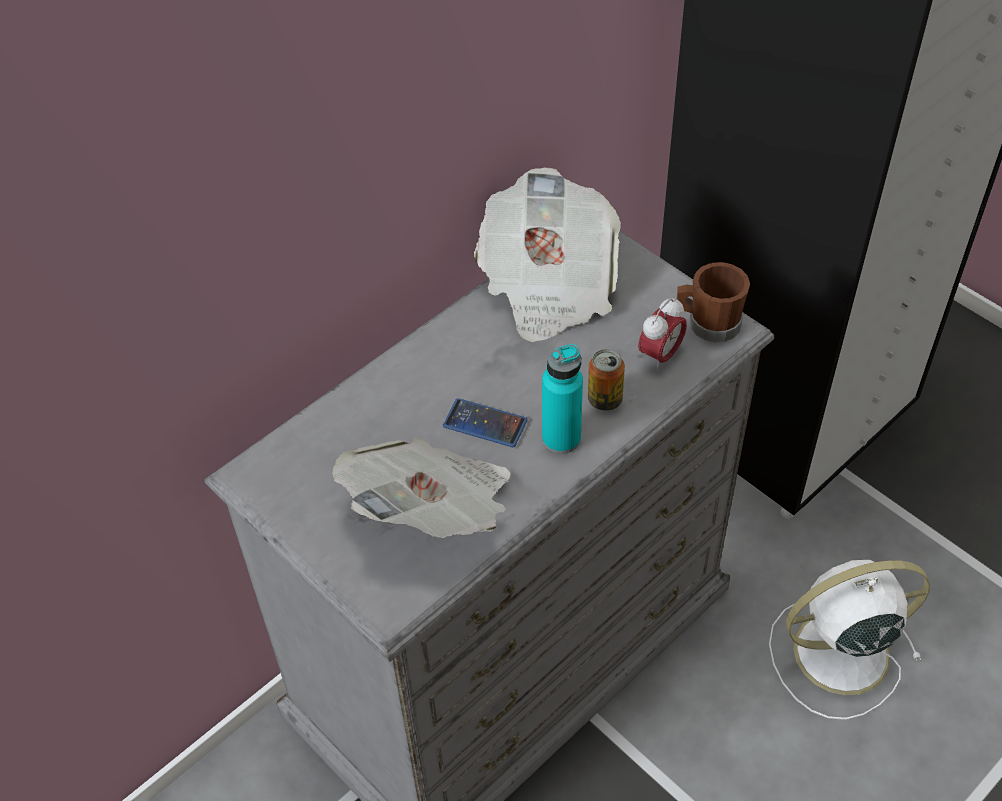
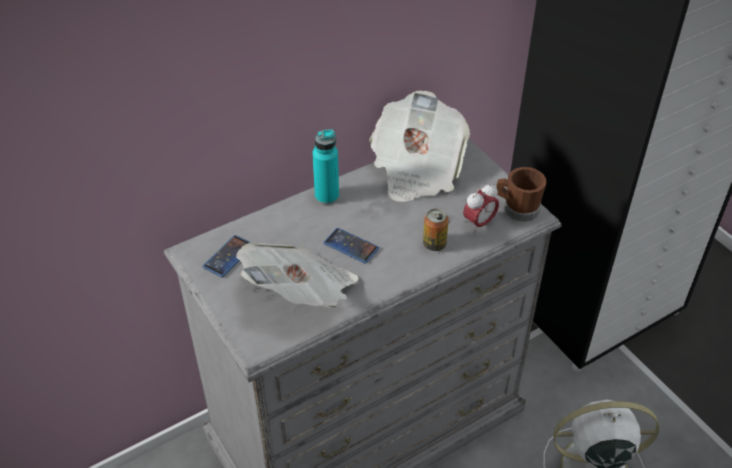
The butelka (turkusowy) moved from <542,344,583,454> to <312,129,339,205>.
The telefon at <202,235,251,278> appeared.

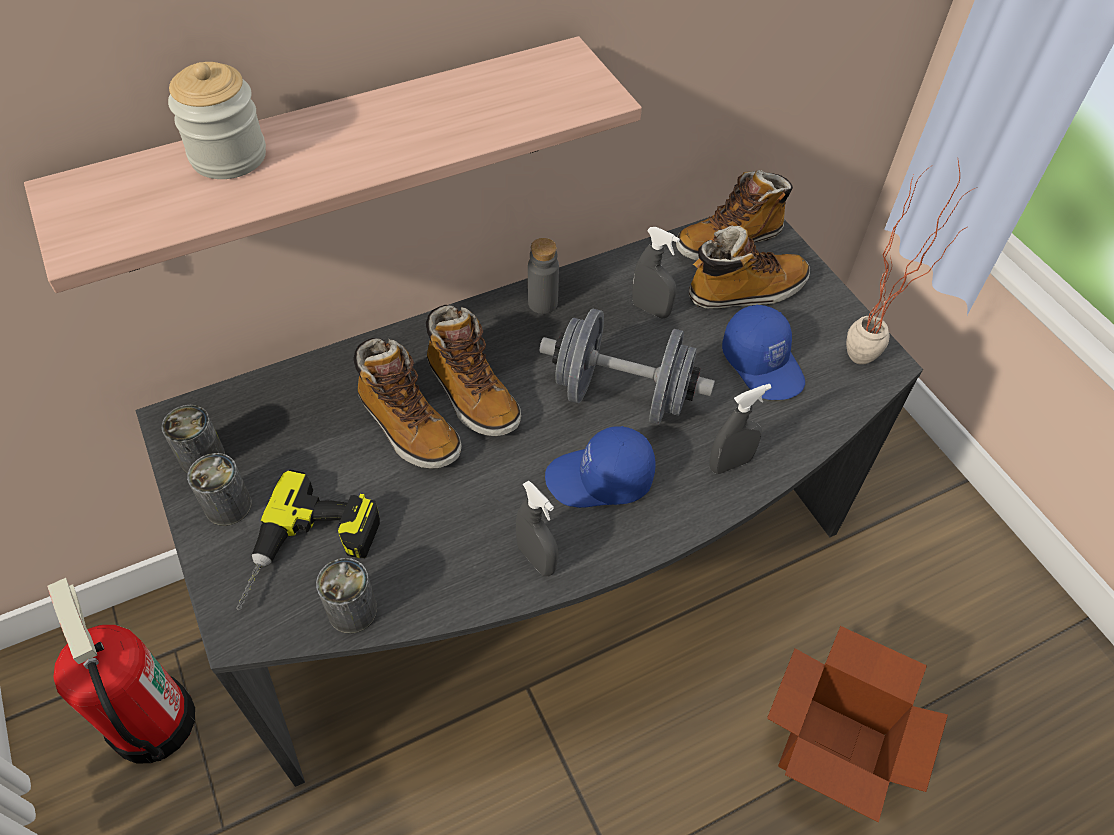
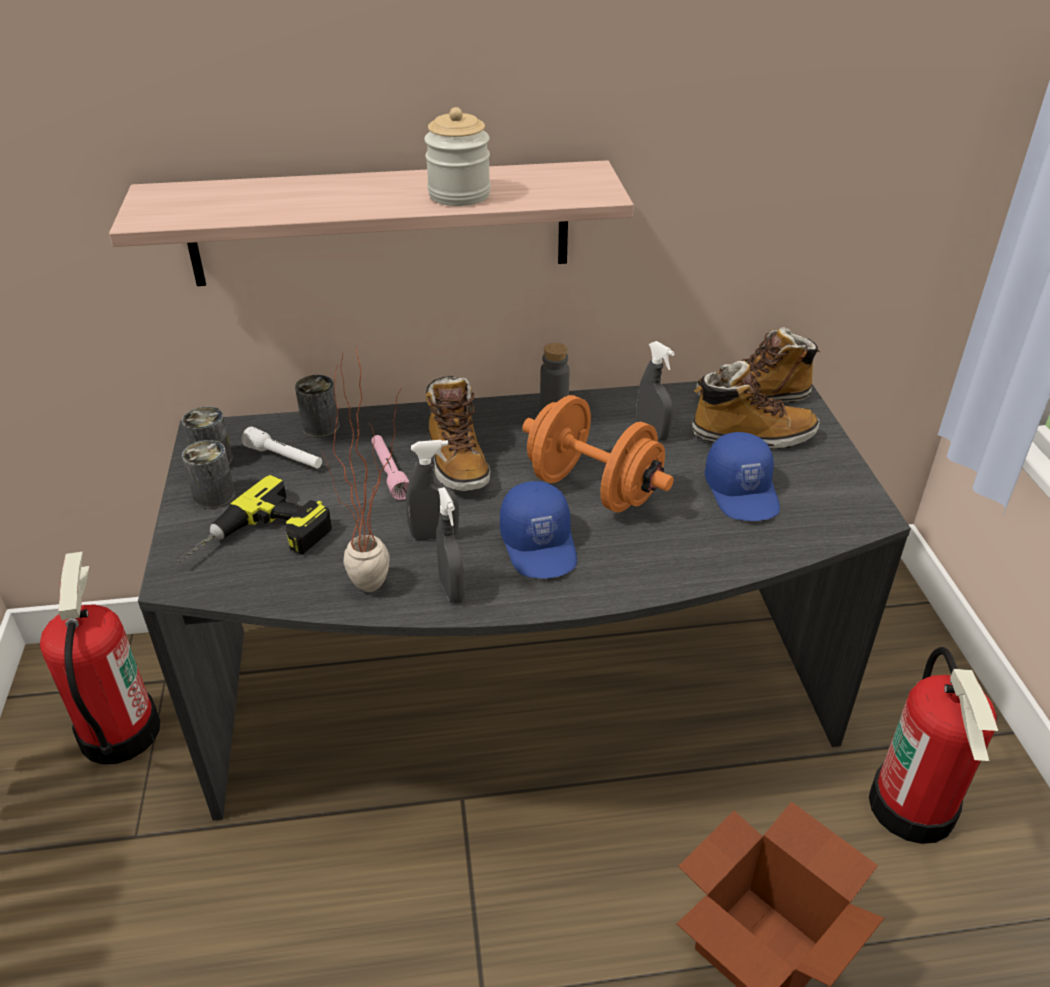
The słoik moved from <168,62,266,179> to <424,107,491,206>.
The roślina doniczkowa moved from <846,161,975,365> to <322,344,402,592>.
The hantel (szary) at <540,308,715,424> became the hantel (pomarańczowy) at <522,395,674,512>.
The but z cholewką at <353,338,461,468> was replaced by the latarka (różowy) at <371,435,409,500>.
The spryskiwacz (szary) moved from <709,384,771,474> to <406,440,459,540>.
The czapka z daszkiem (niebieski) at <545,426,656,508> turned 120 degrees counterclockwise.
The puszka moved from <316,558,377,634> to <295,375,339,437>.
The latarka (biały) at <242,427,322,469> appeared.
The gaśnica at <869,647,998,844> appeared.

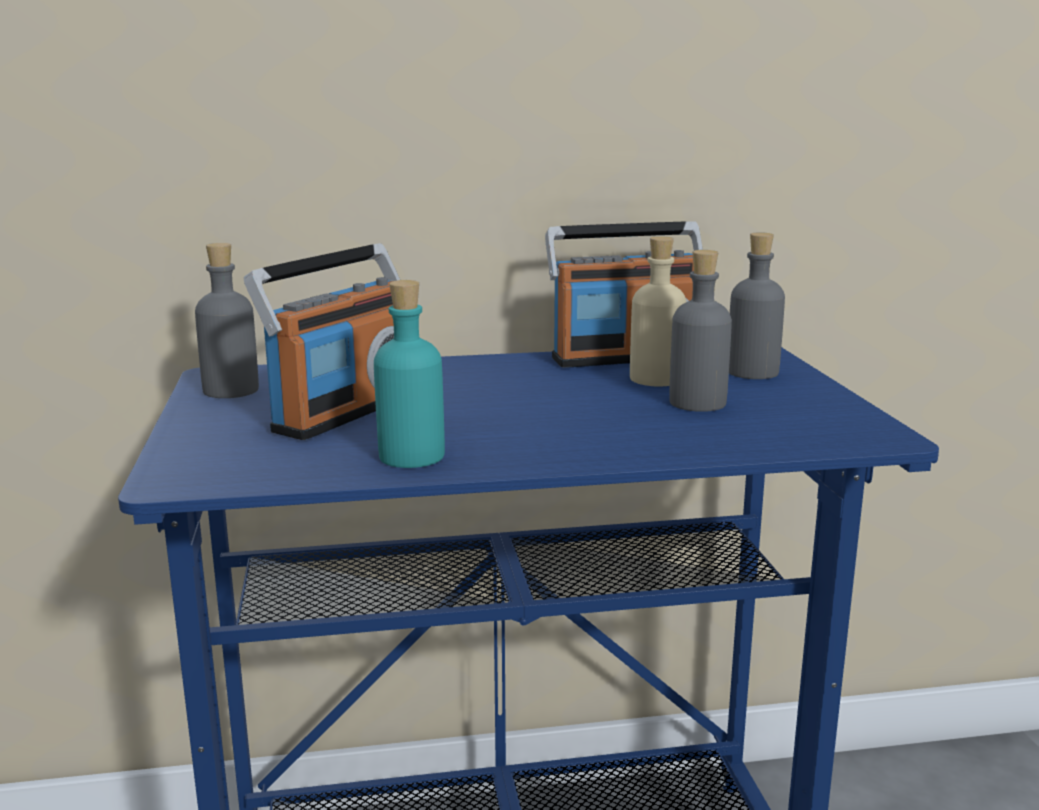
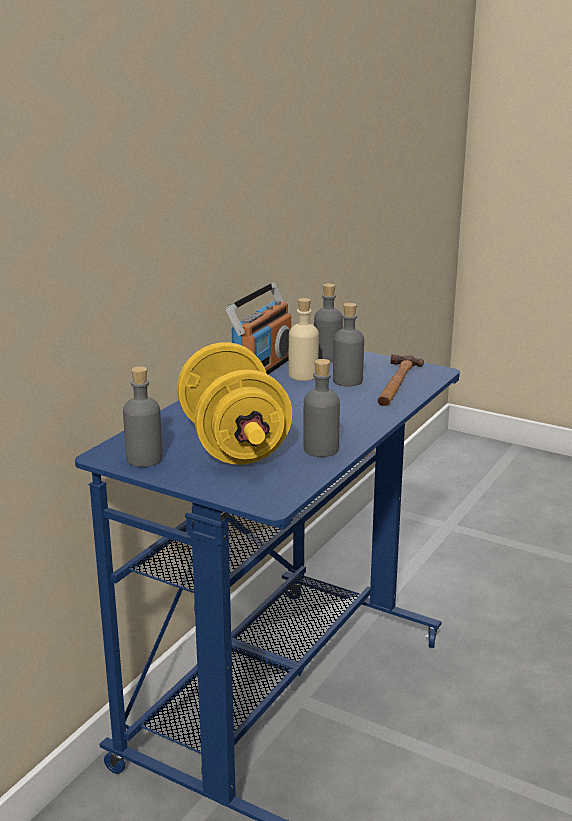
The radio at <244,243,400,440> was replaced by the hantel (żółty) at <177,342,292,465>.
The butelka (turkusowy) at <374,280,445,468> became the butelka (szary) at <303,359,340,457>.
The młotek at <377,354,424,406> appeared.

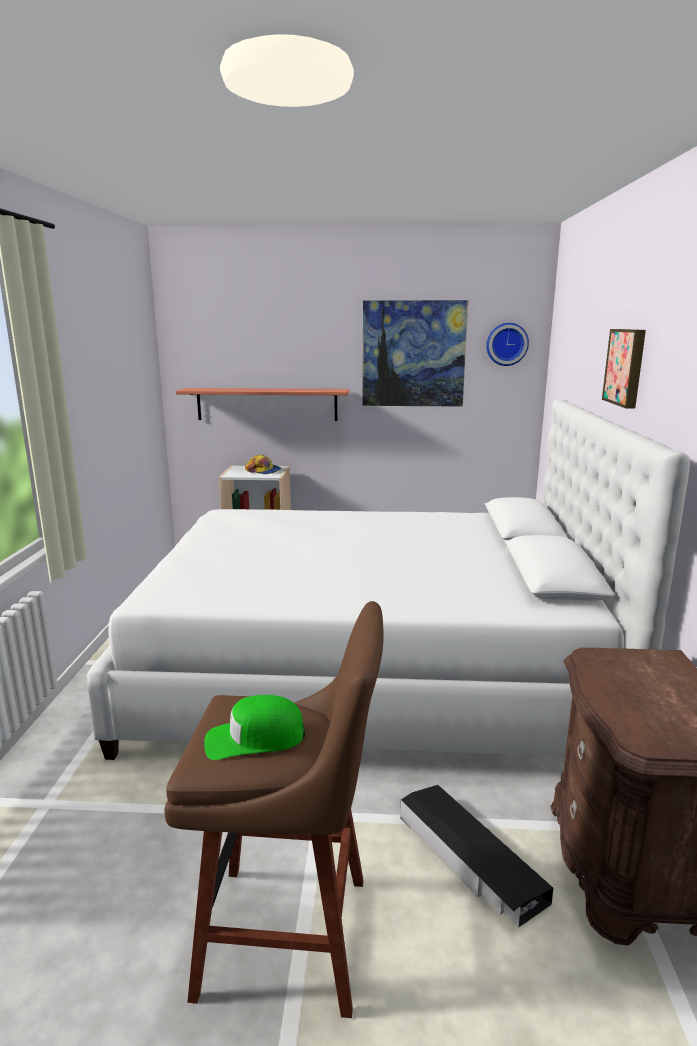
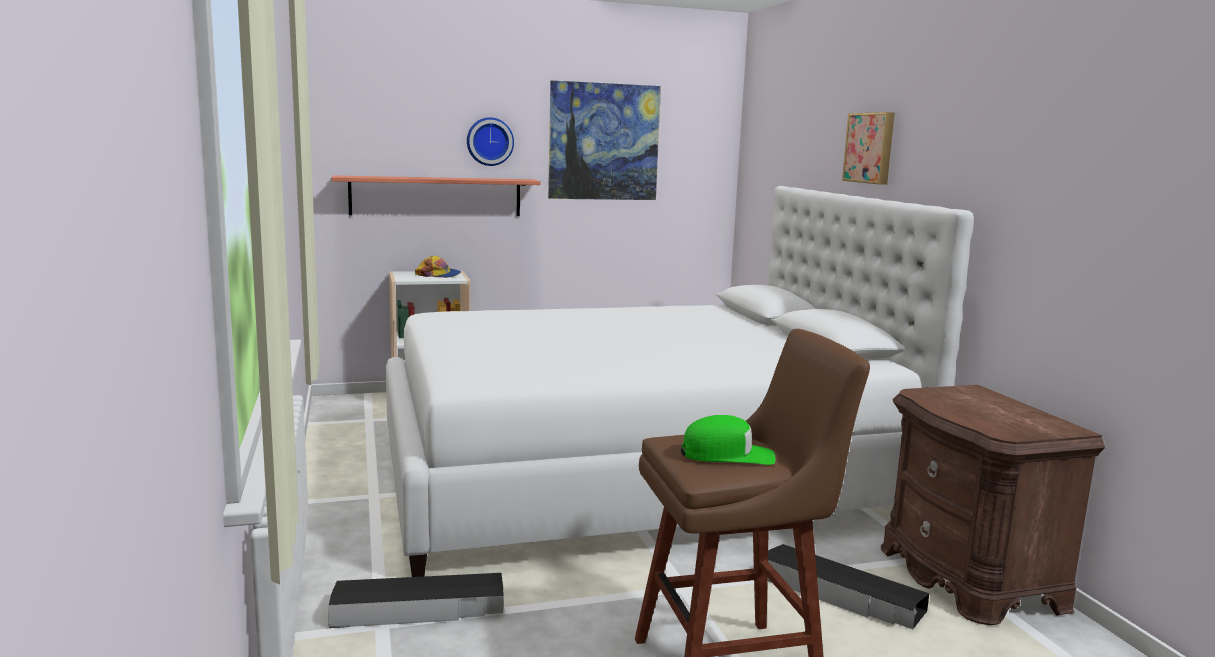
The zegar ścienny moved from <486,323,529,366> to <467,117,514,166>.
The czapka z daszkiem (zielony) at <204,695,305,760> turned 150 degrees counterclockwise.
The pojemnik do przechowywania (czarny) at <328,573,504,628> appeared.

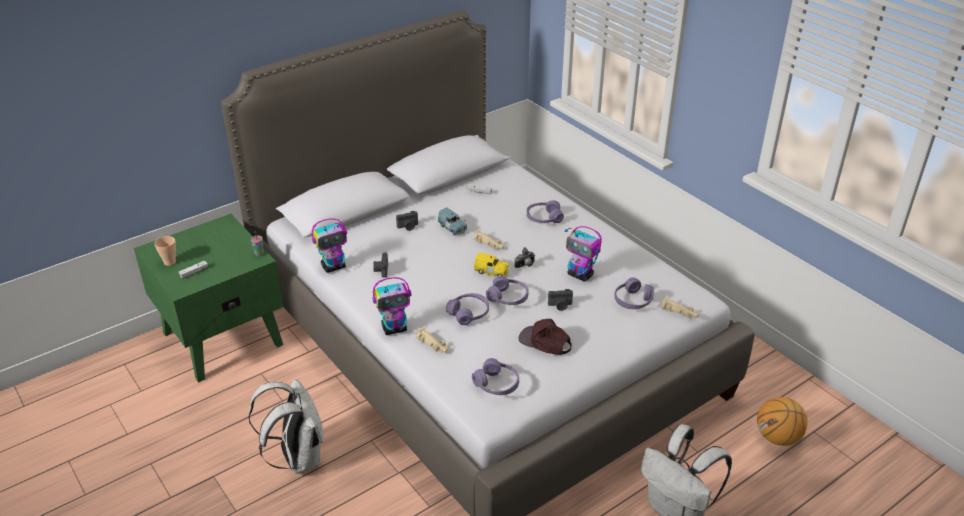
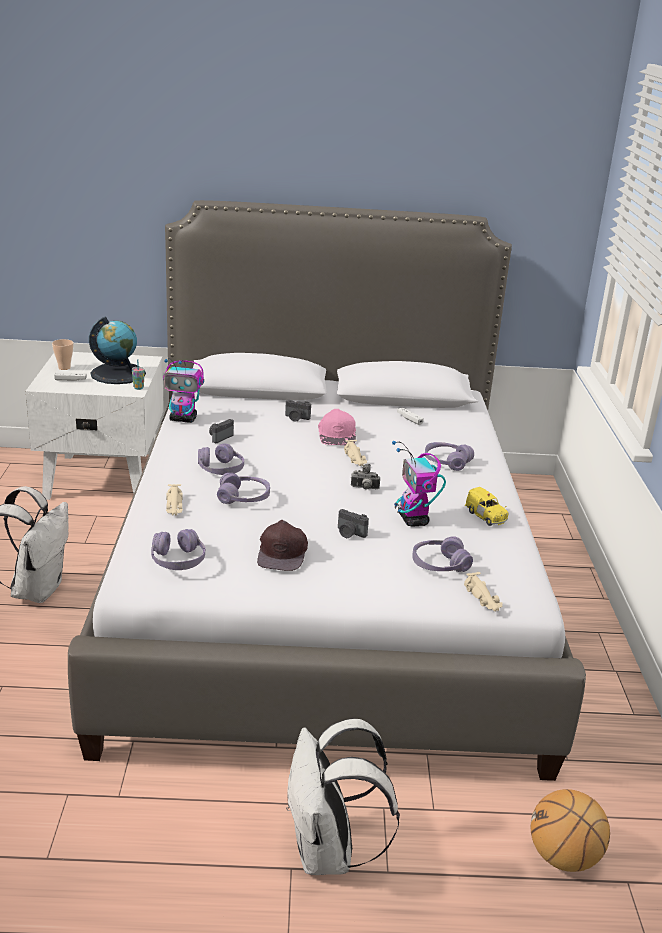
The samochodzik (niebieski) at <438,208,467,236> was replaced by the czapka z daszkiem (różowy) at <318,409,356,445>.
The szafka nocna (zielony) at <134,214,283,383> became the szafka nocna (biały) at <25,352,164,500>.
The samochodzik (żółty) moved from <474,253,509,277> to <465,487,509,526>.
The słuchawki (fioletowy) moved from <486,276,529,305> to <198,443,244,475>.
The robot zabawkowy at <373,277,411,335> disappeared.
The czapka z daszkiem (brązowy) at <518,319,572,355> turned 150 degrees counterclockwise.
The globus at <89,316,146,384> appeared.

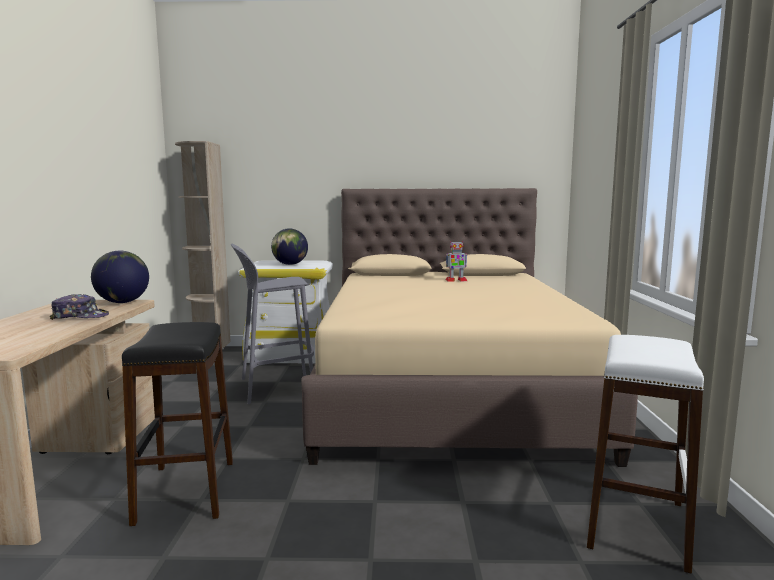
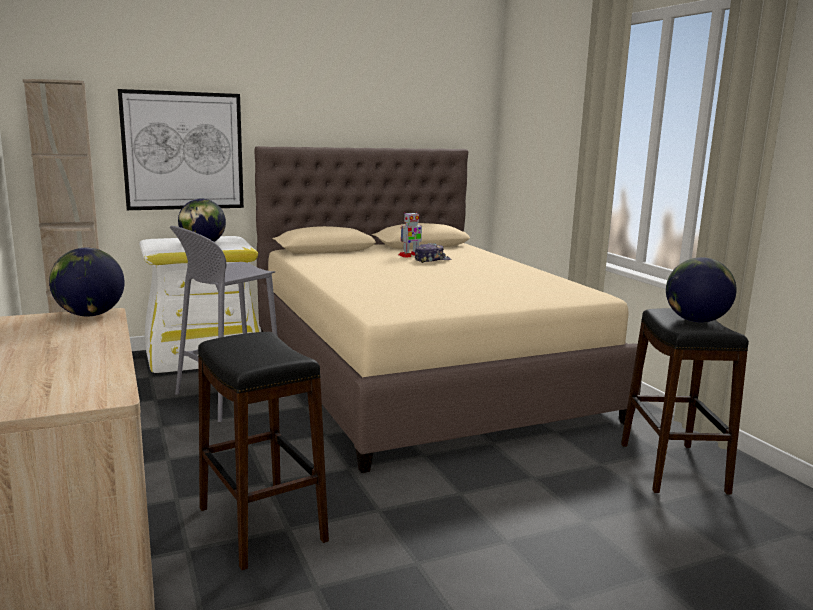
The czapka z daszkiem moved from <50,294,109,320> to <415,243,451,263>.
The stołek (biały) at <587,335,704,574> became the stołek (czarny) at <621,308,749,495>.
The obraz at <118,89,244,210> appeared.
The globus at <666,257,737,323> appeared.

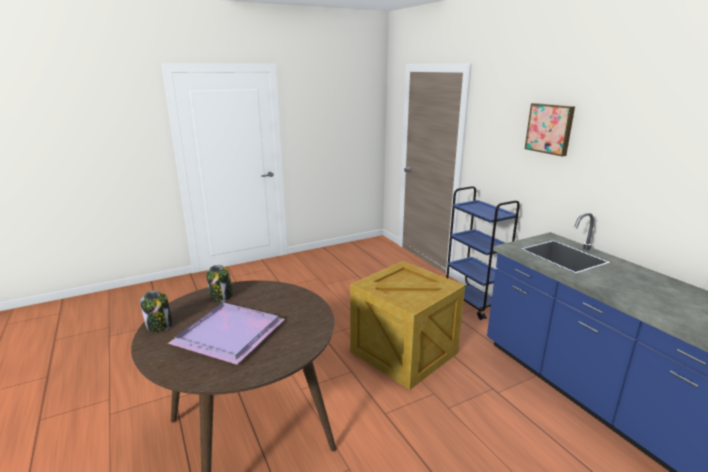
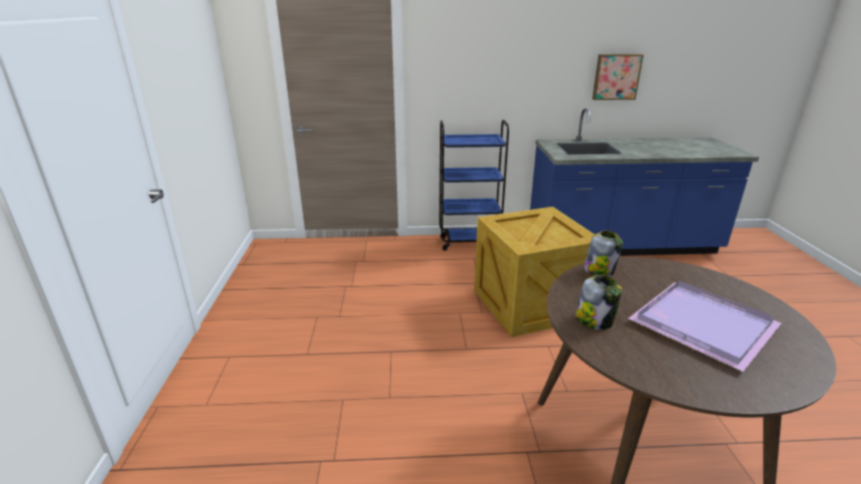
The obraz moved from <525,103,575,156> to <592,54,644,100>.
The słoik moved from <140,290,173,332> to <584,231,623,276>.

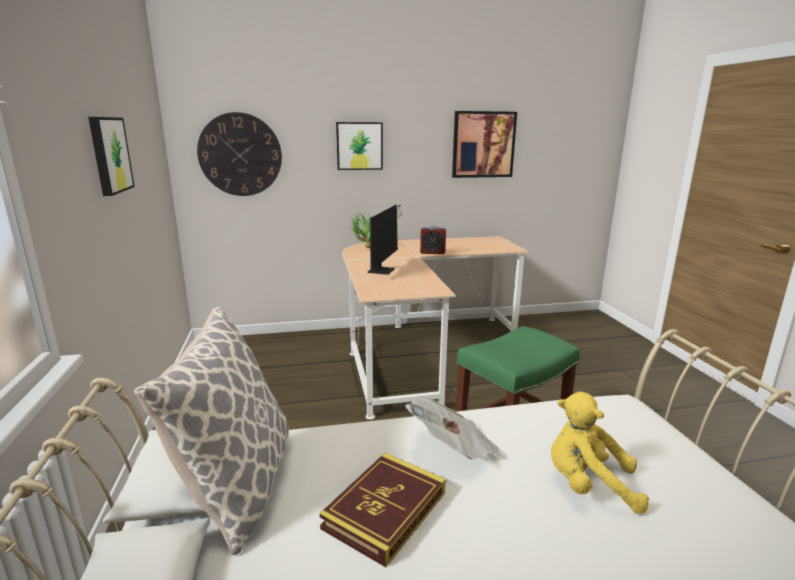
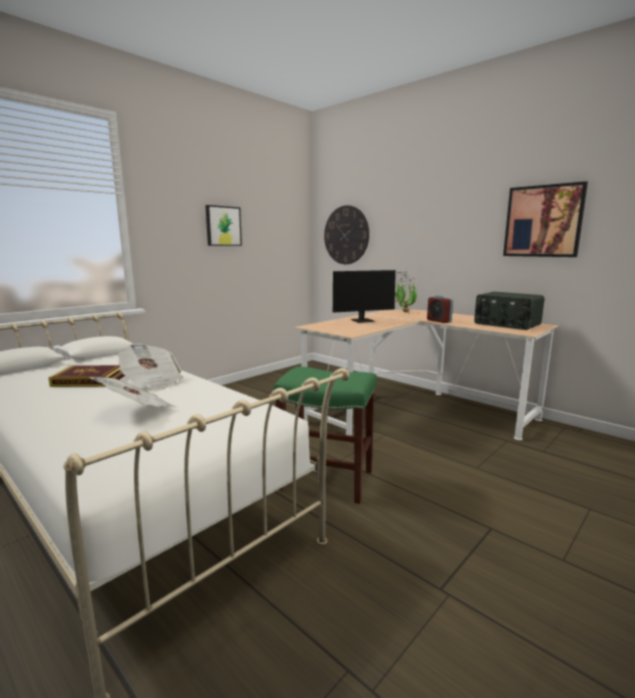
The obraz at <336,122,383,170> disappeared.
The poduszka at <134,307,289,555> disappeared.
The pluszak (żółty) at <551,392,649,514> was replaced by the gazeta at <89,377,177,407>.
The radio at <474,292,544,330> appeared.

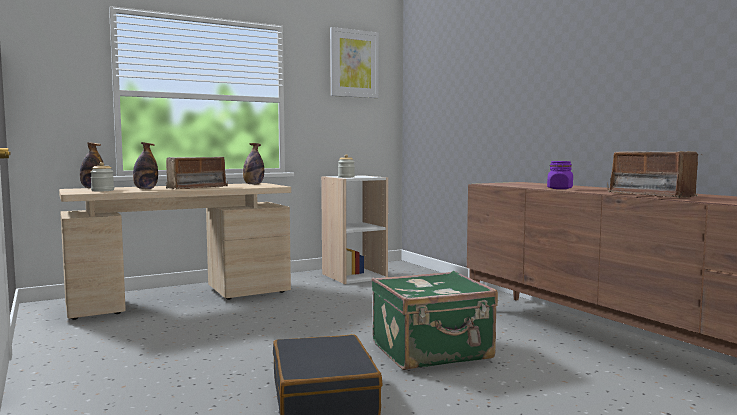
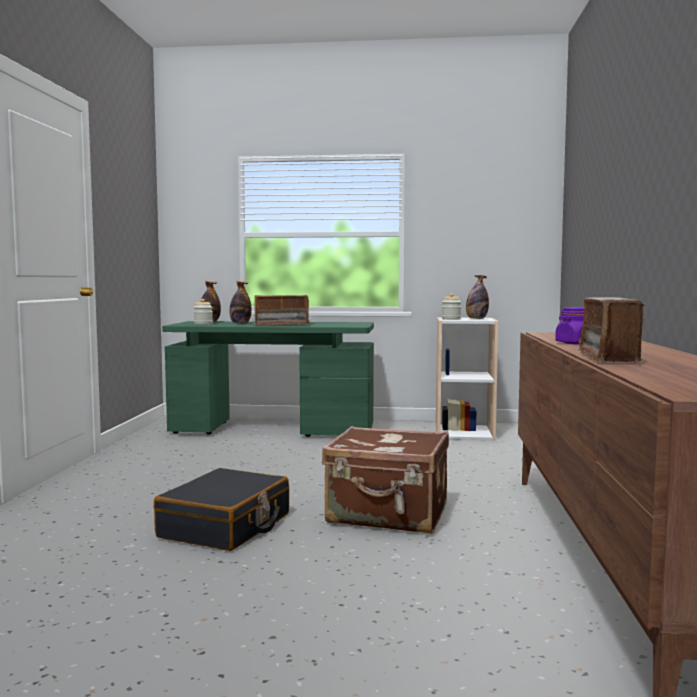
The obraz at <330,27,379,98> disappeared.
The butelka moved from <243,143,264,185> to <466,275,489,319>.
The biurko (beżowy) at <59,183,291,320> became the biurko (zielony) at <162,321,374,437>.
The walizka (zielony) at <372,271,498,370> became the walizka (brązowy) at <322,426,449,534>.

